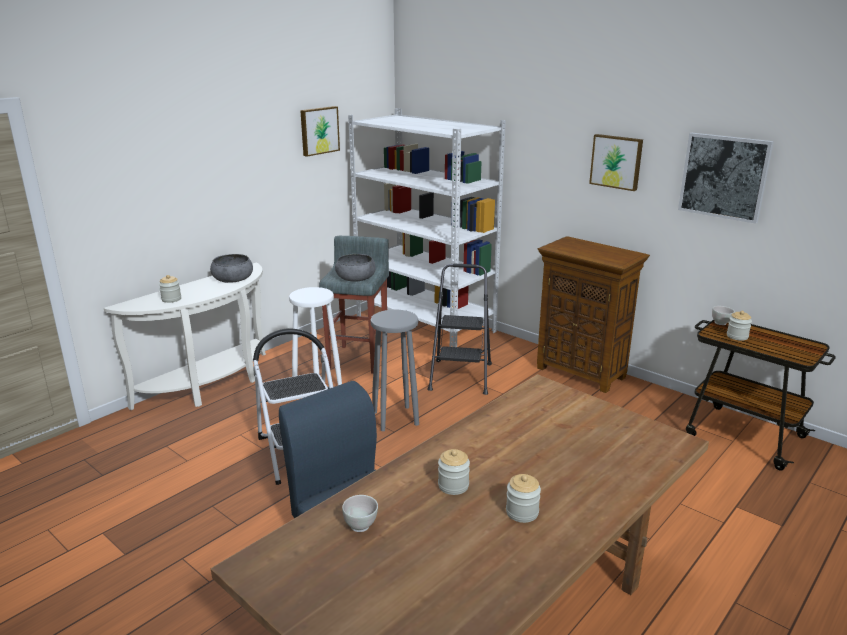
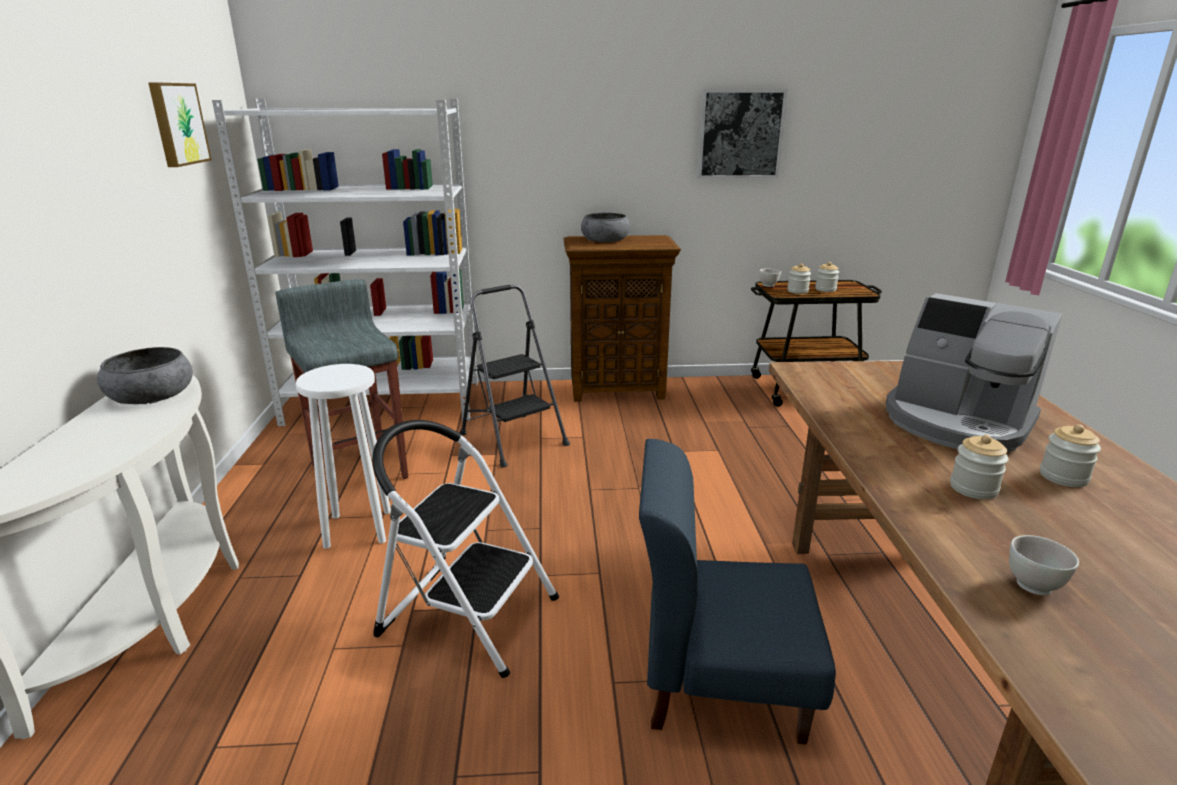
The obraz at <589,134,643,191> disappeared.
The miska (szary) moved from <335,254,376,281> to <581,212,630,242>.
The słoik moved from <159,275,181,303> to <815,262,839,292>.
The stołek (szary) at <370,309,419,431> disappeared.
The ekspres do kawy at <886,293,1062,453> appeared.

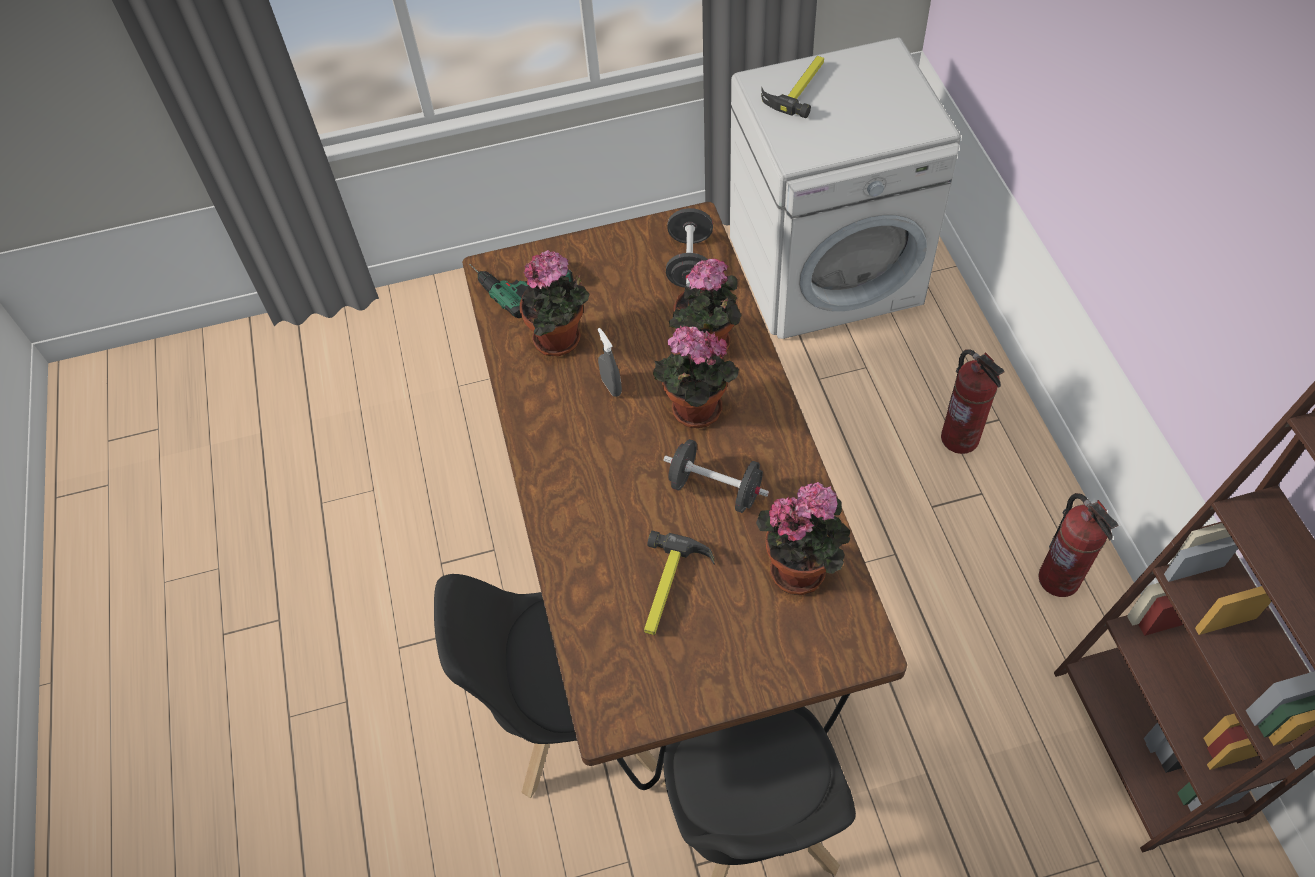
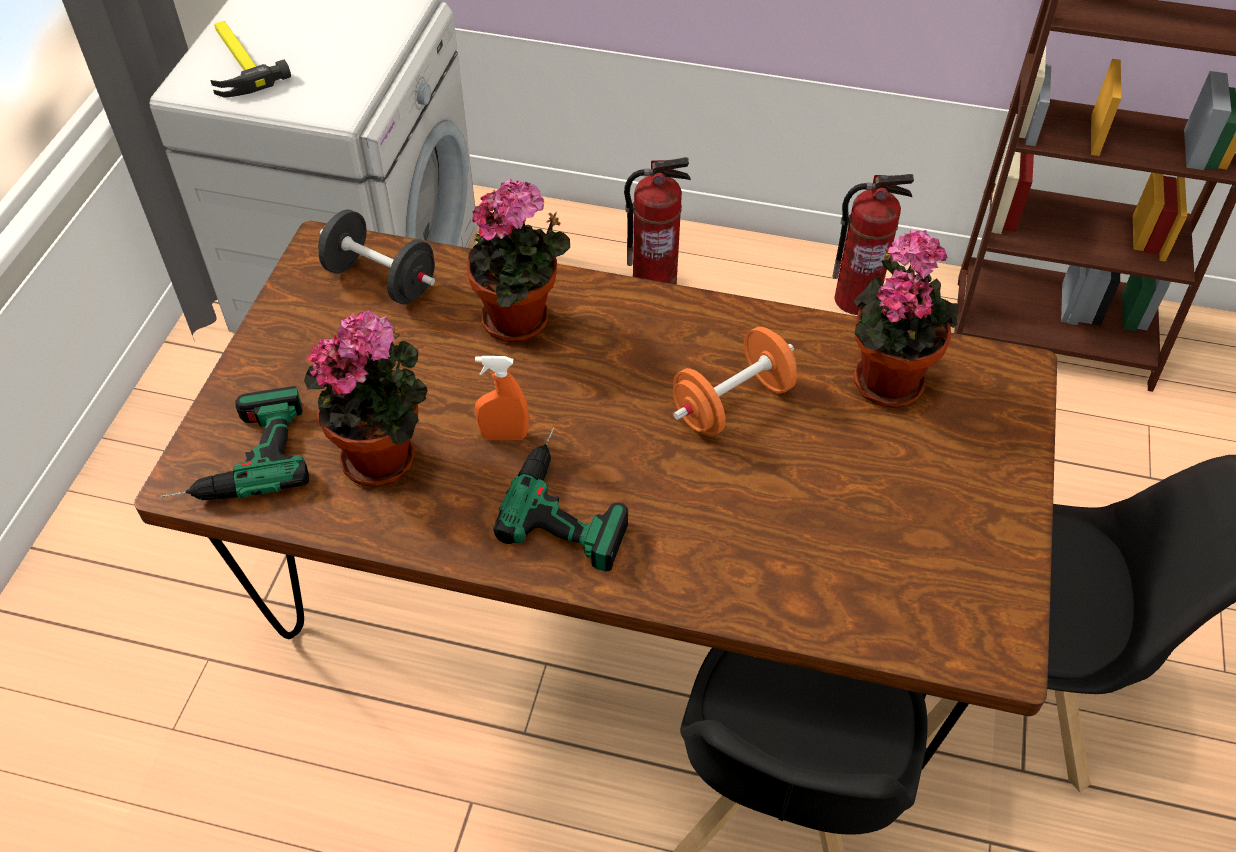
The roślina doniczkowa at <653,326,739,428> disappeared.
The spryskiwacz (szary) at <597,328,622,397> became the spryskiwacz (pomarańczowy) at <475,356,529,440>.
The hantel (czarny) at <663,439,769,513> became the hantel (pomarańczowy) at <673,327,797,436>.
The młotek at <644,531,714,635> disappeared.
The wiertarka at <493,427,628,571> appeared.

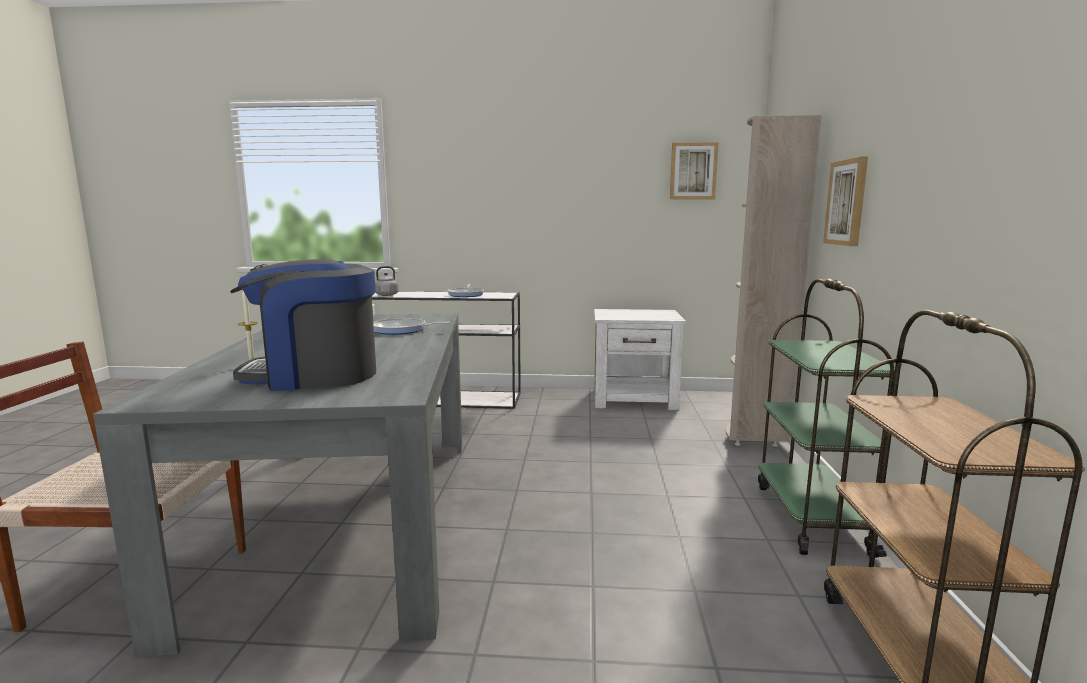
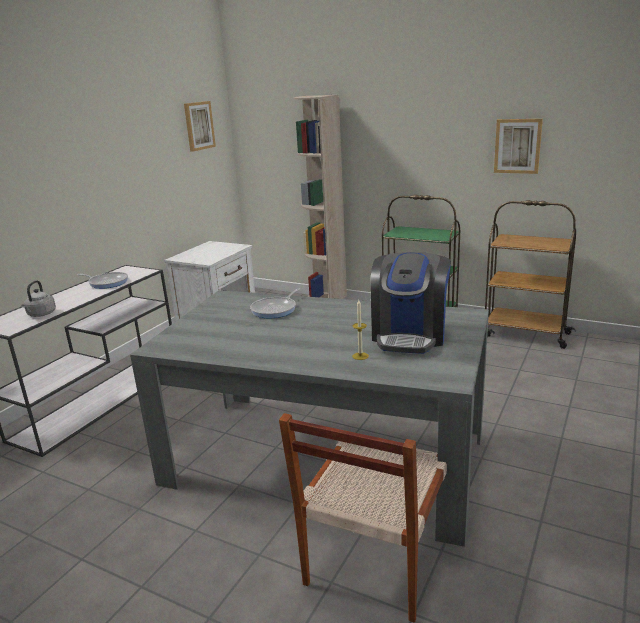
The obraz moved from <823,157,868,246> to <494,119,543,174>.

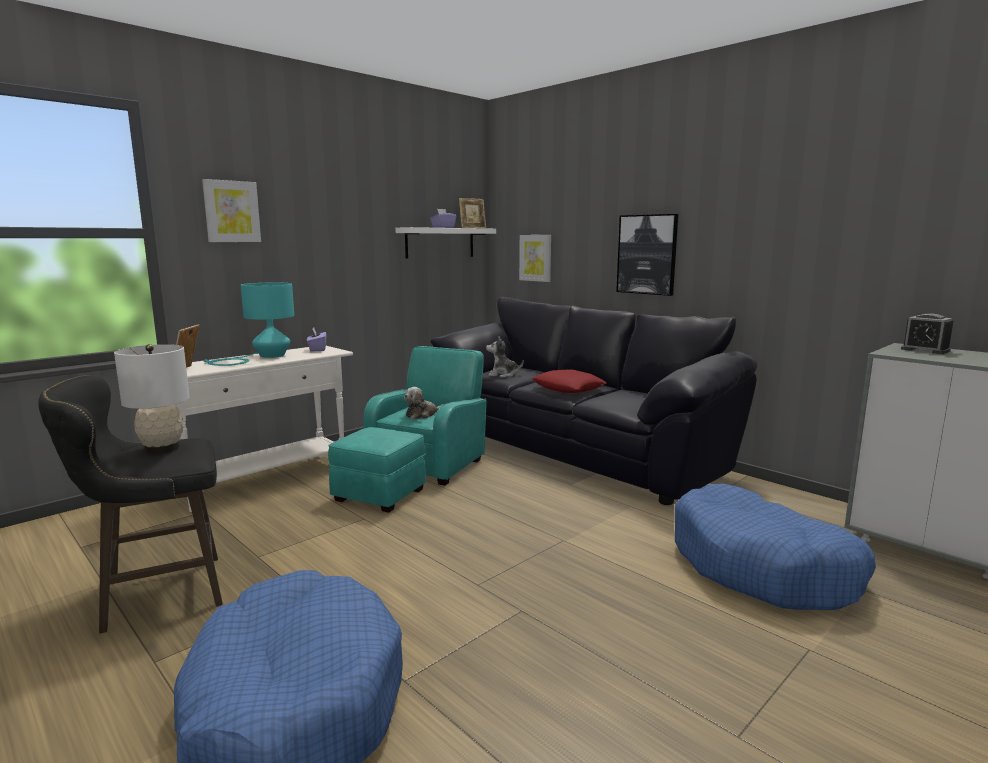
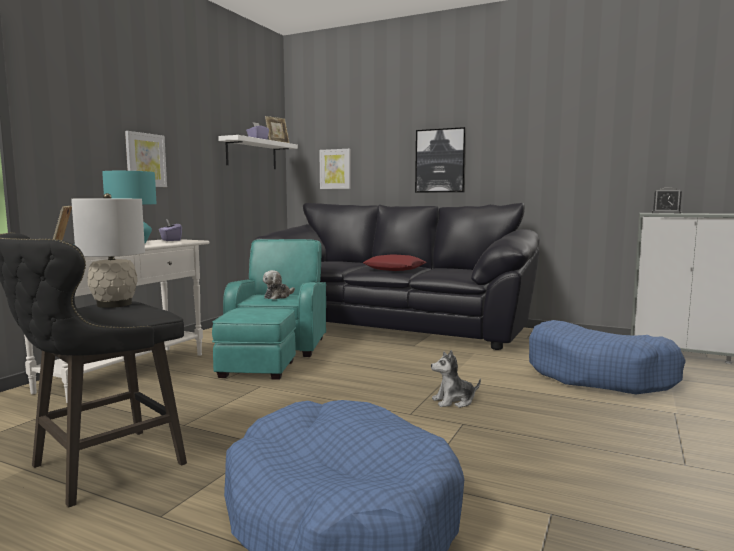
The obraz moved from <202,179,261,242> to <125,131,167,187>.
The pluszak moved from <486,337,524,377> to <431,350,481,408>.

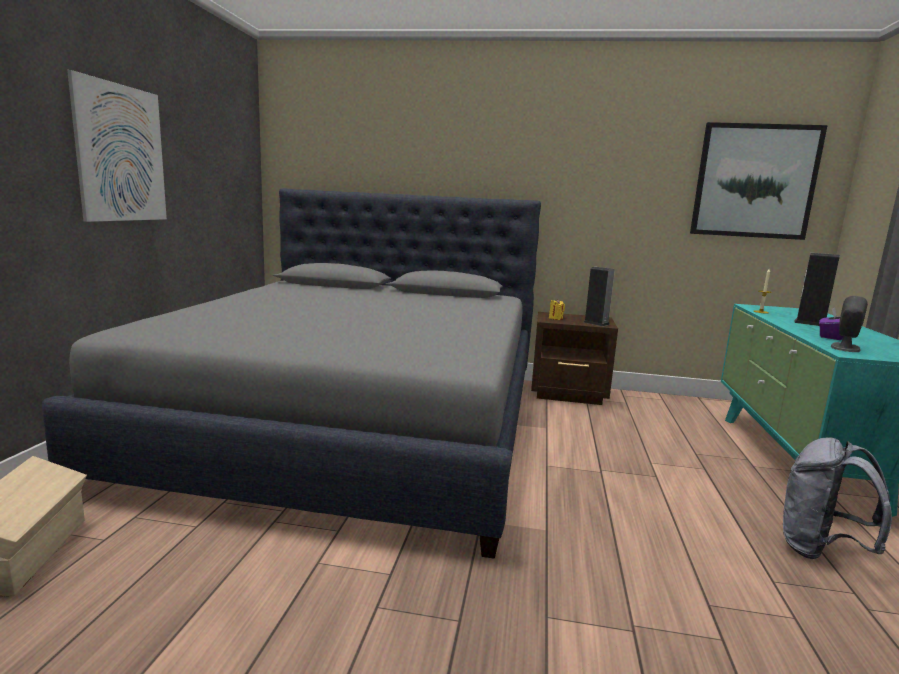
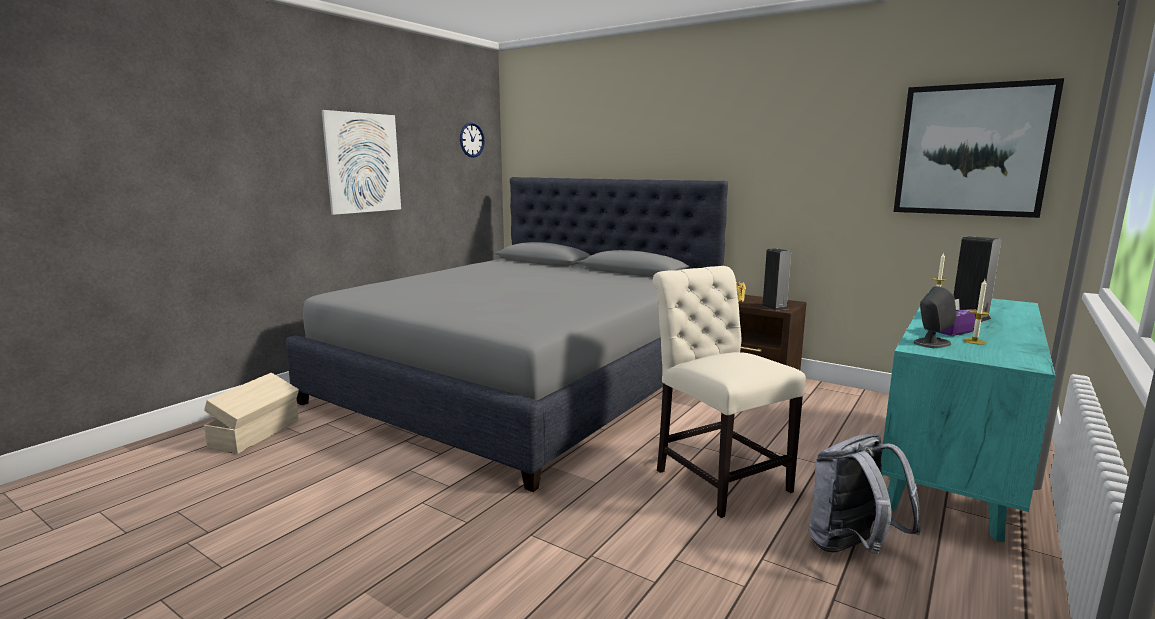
The zegar ścienny at <460,122,485,158> appeared.
The krzesło (beżowy) at <653,266,806,518> appeared.
The świeca at <963,279,990,345> appeared.

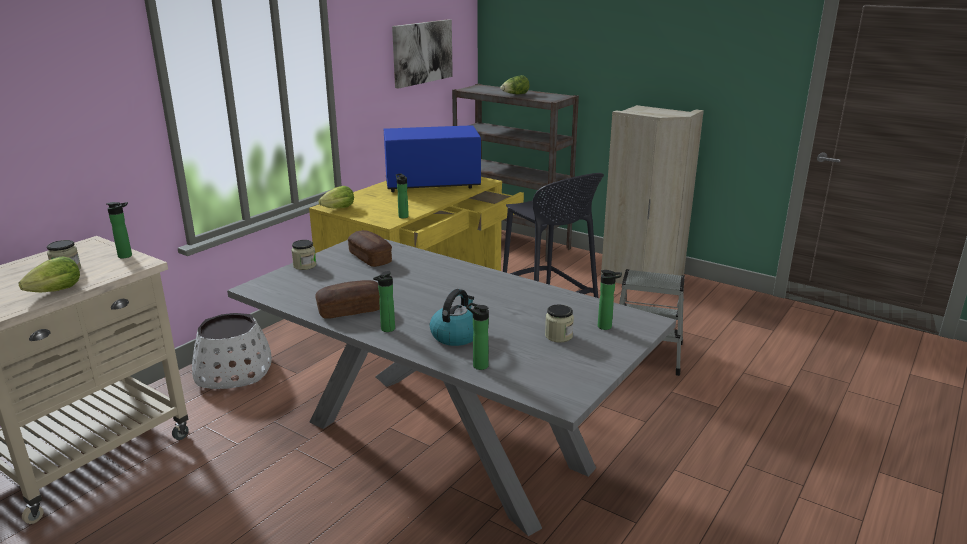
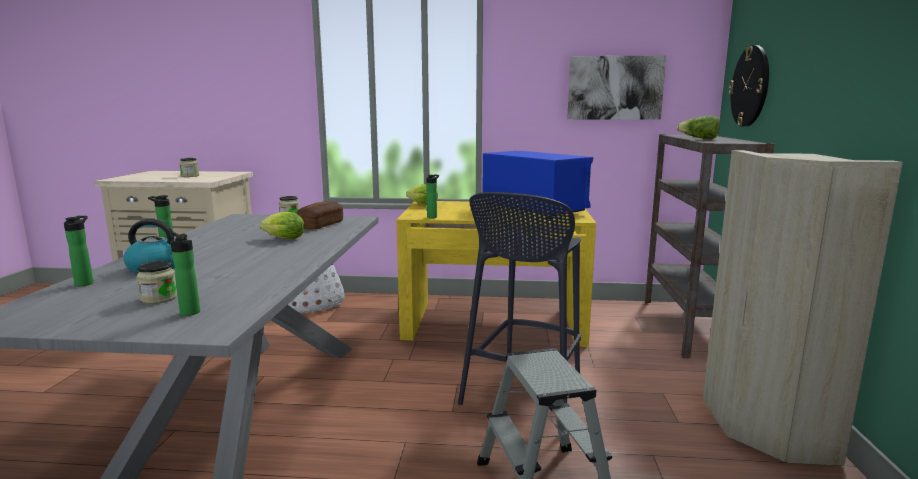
The butelka at <106,202,132,258> disappeared.
The sałata moved from <18,256,80,292> to <260,212,305,239>.
The chleb at <315,280,380,319> disappeared.
The zegar ścienny at <728,45,769,127> appeared.

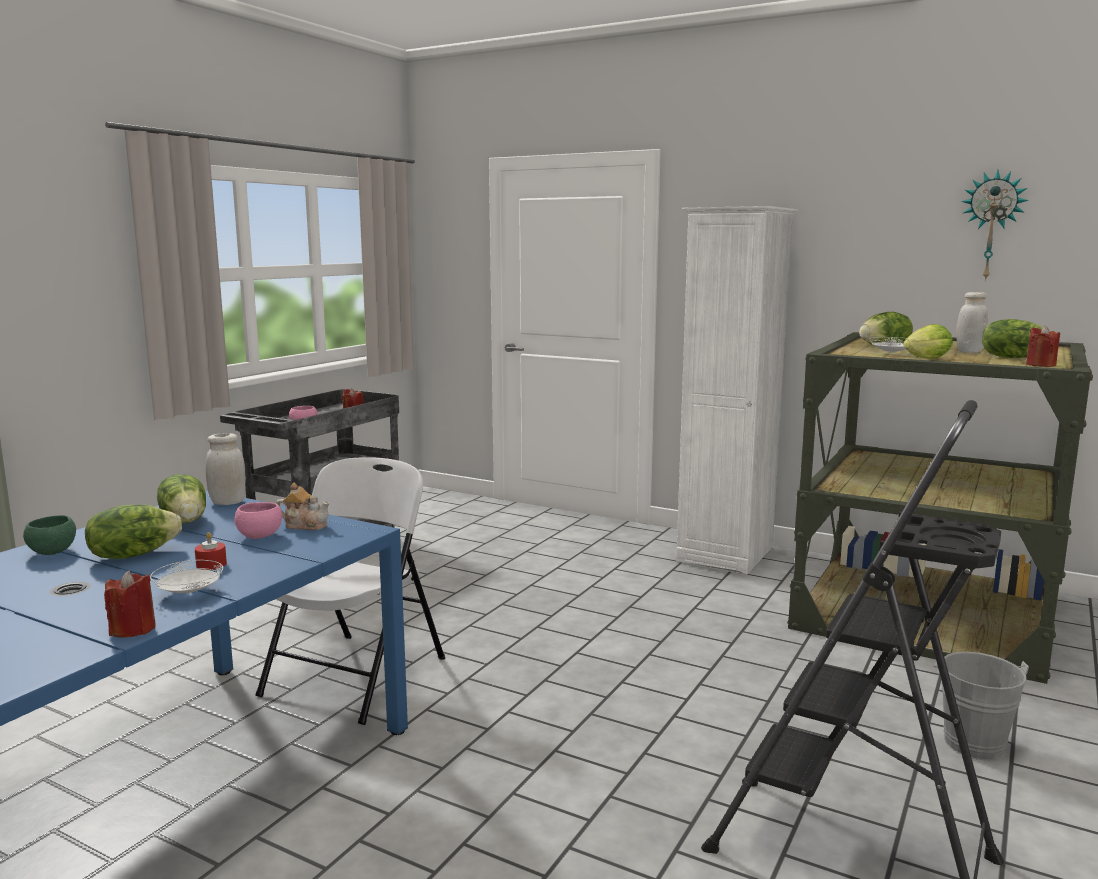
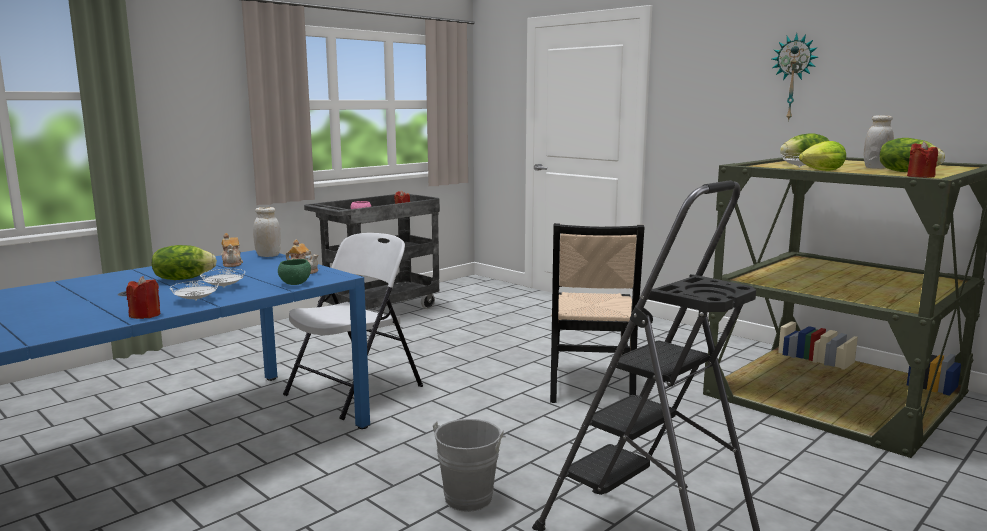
The zegar ścienny moved from <961,170,1029,281> to <772,33,818,122>.
The szafka (biały) at <676,206,798,575> disappeared.
The sałata at <157,474,206,523> was replaced by the imbryk at <221,233,243,267>.
The miska (różowy) at <234,502,282,539> disappeared.
The miska (zielony) moved from <23,515,76,555> to <278,259,311,285>.
The świeca (czerwony) at <195,532,227,570> was replaced by the talerz (biały) at <200,269,245,287>.
The wiadro (szary) moved from <934,652,1029,760> to <433,419,506,512>.
The krzesło at <550,223,645,403> appeared.

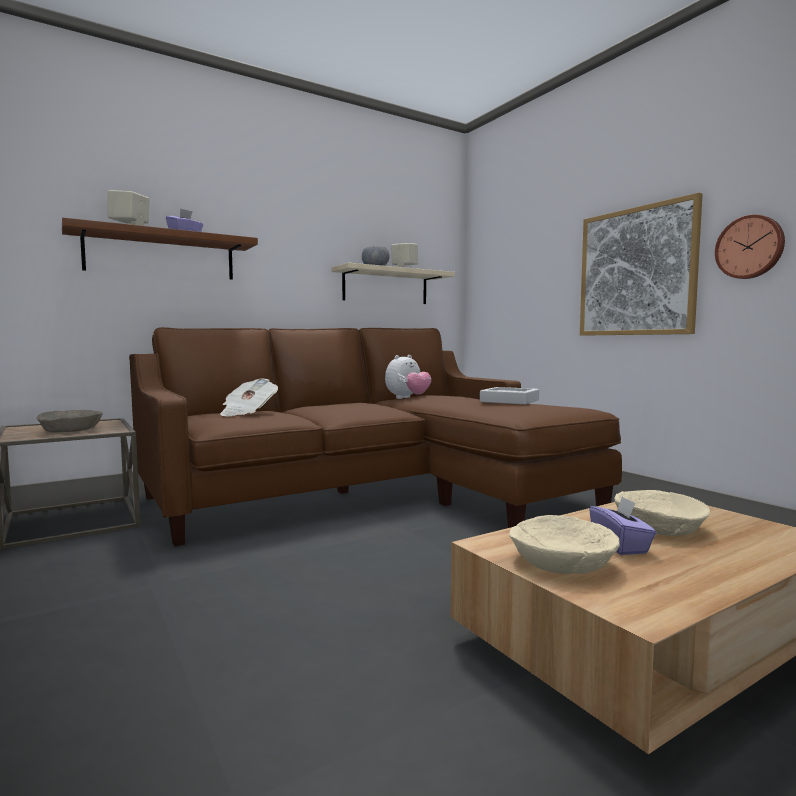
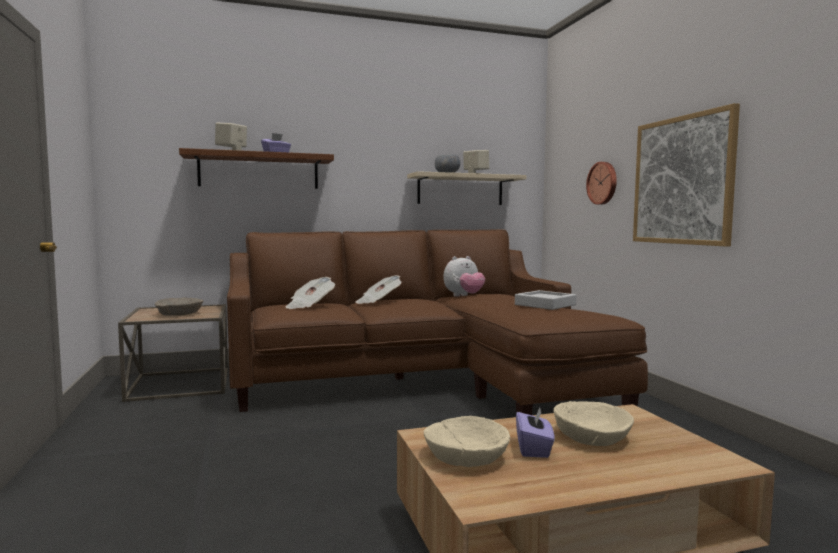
The zegar ścienny moved from <715,215,785,279> to <586,162,617,205>.
The gazeta at <356,275,402,304> appeared.

